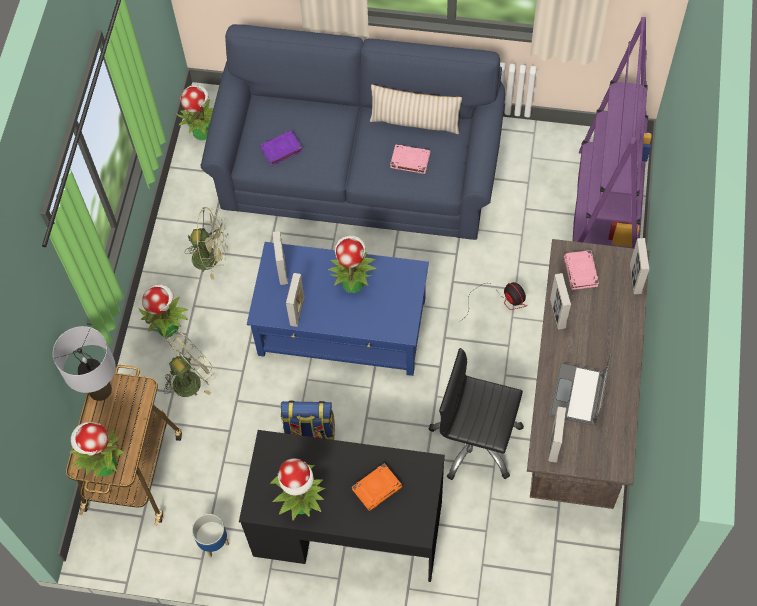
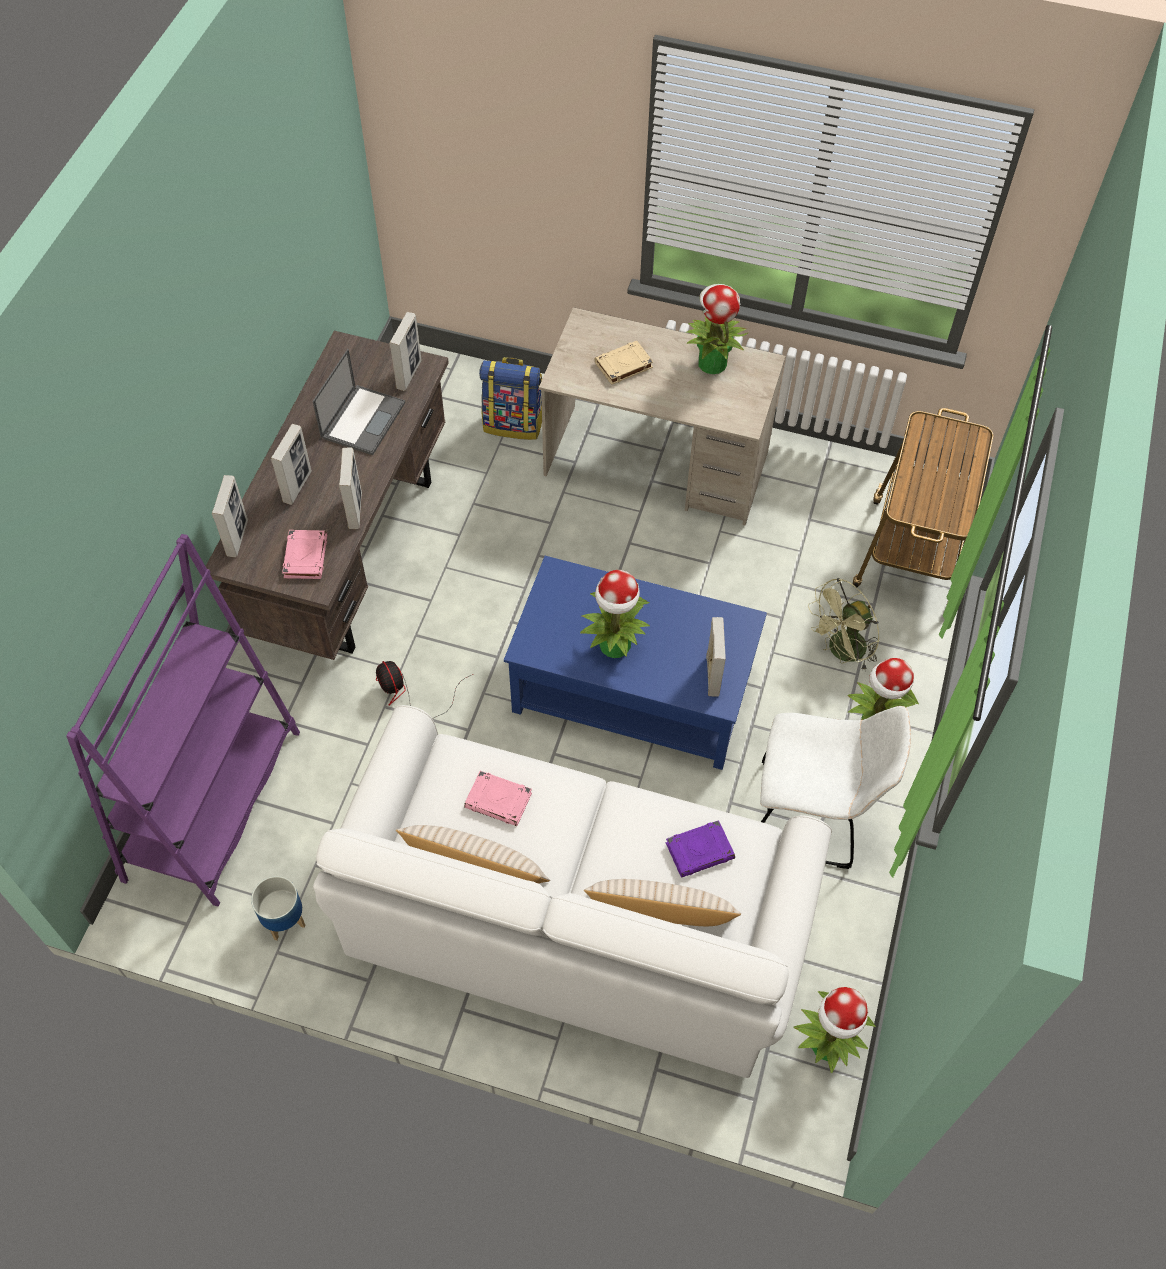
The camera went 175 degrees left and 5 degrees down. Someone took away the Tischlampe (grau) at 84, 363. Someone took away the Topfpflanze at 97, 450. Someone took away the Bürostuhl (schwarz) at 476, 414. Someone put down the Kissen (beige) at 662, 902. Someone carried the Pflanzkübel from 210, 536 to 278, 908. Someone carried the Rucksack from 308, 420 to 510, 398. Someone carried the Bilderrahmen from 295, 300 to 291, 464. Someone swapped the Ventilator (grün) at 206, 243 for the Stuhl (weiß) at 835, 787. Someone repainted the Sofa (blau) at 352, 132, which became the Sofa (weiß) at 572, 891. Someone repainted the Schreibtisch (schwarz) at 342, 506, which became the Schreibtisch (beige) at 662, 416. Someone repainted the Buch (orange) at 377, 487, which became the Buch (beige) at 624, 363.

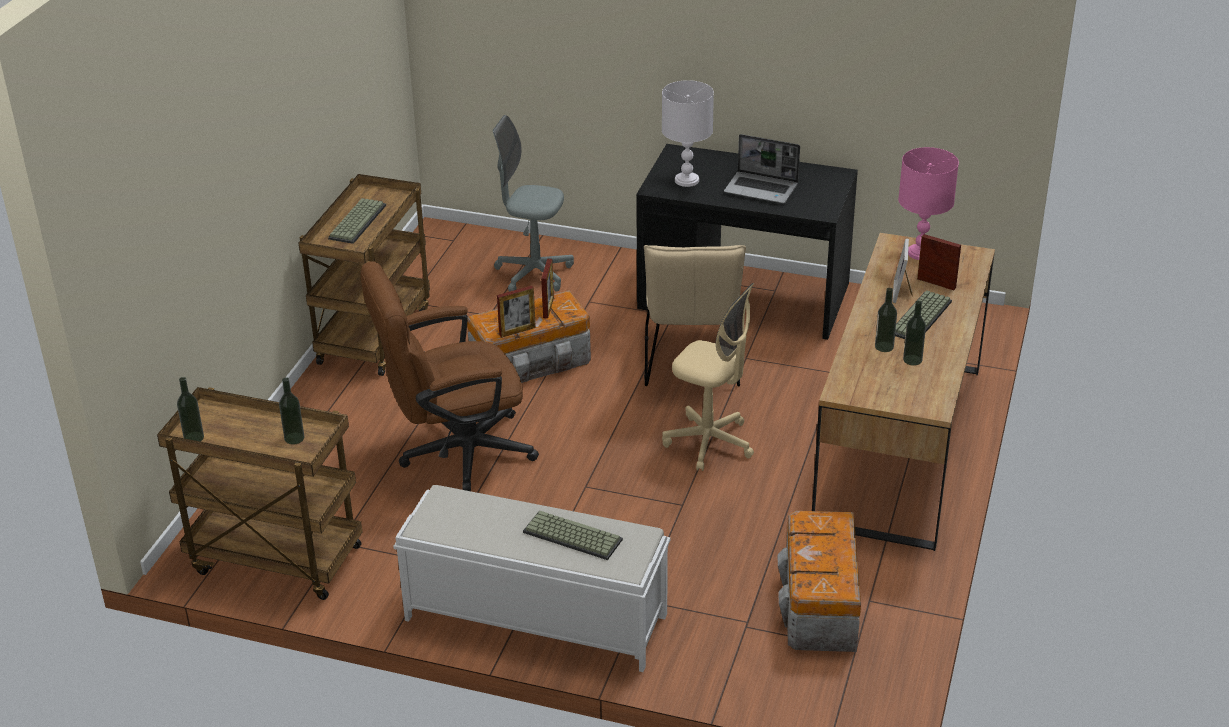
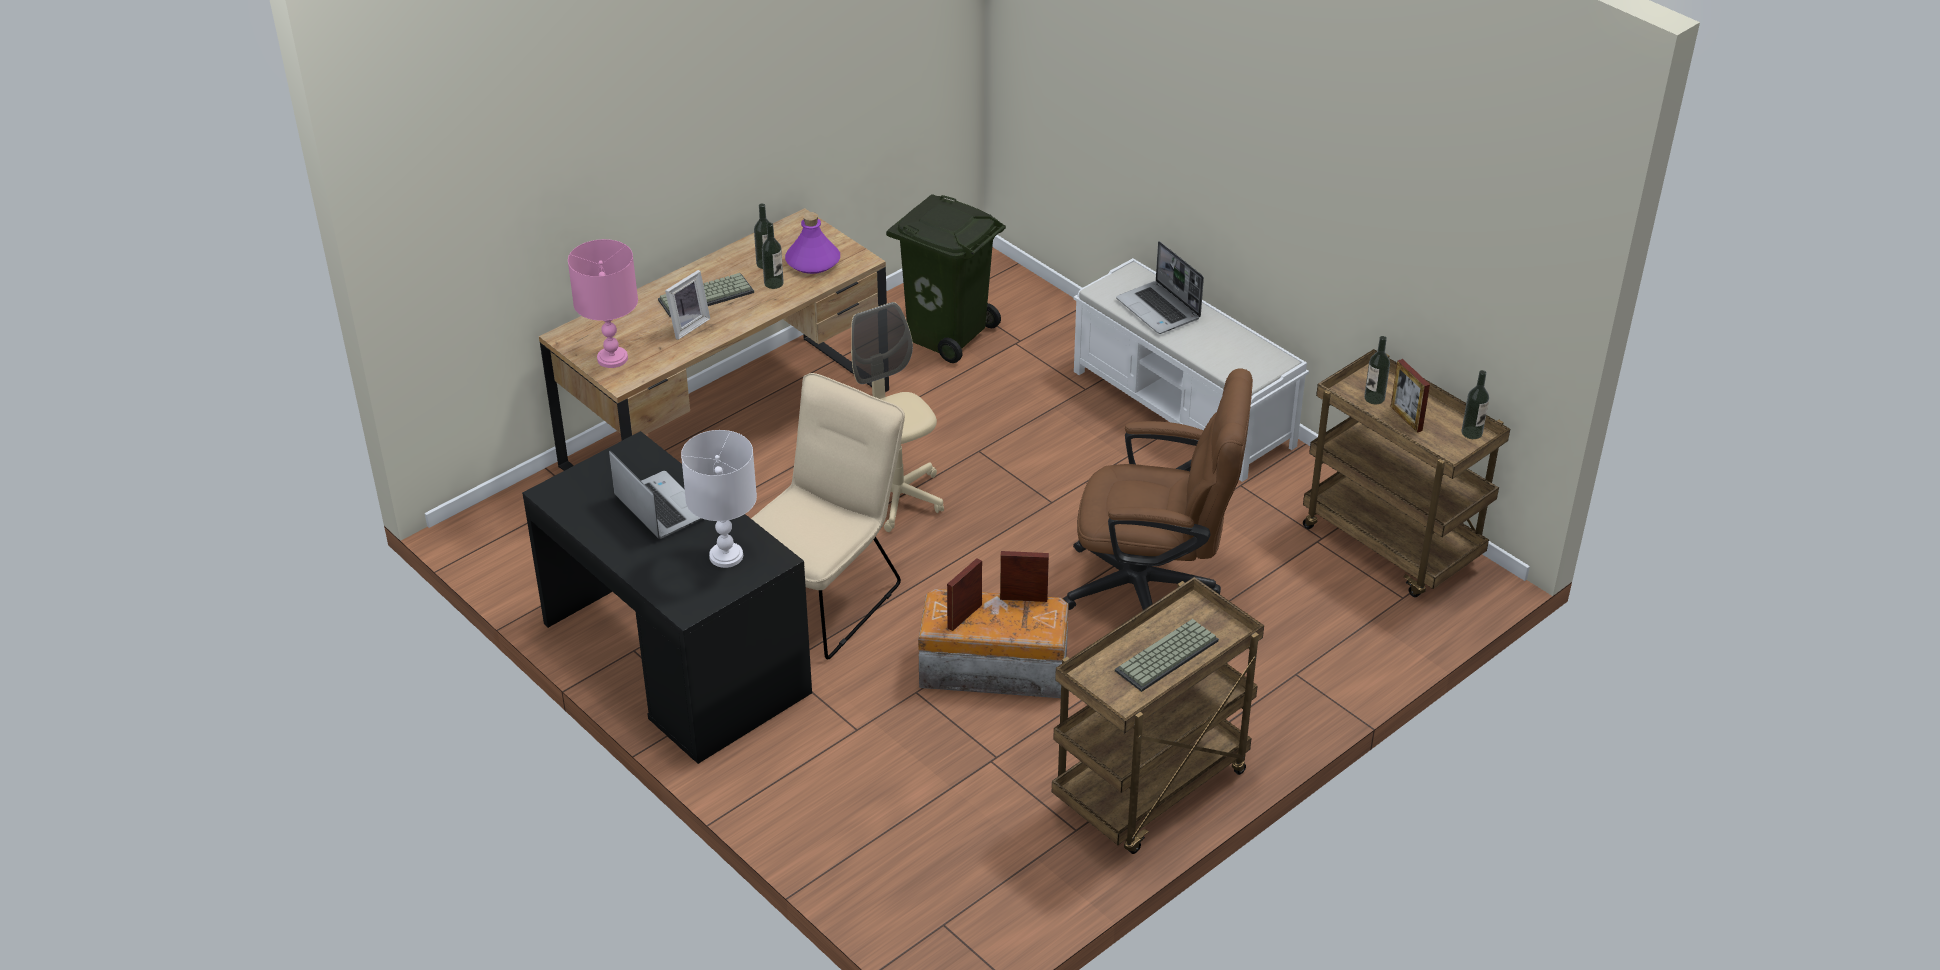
The camera went 150 degrees left and 5 degrees up. Someone took away the Bürostuhl (grau) at 533, 203. Someone put down the Flasche (lila) at 812, 243. Someone carried the Bilderrahmen from 939, 262 to 1410, 396. Someone swapped the Tastatur at 573, 535 for the Laptop at 1160, 287. Someone swapped the Aufbewahrungsbox at 819, 581 for the Mülleimer (grün) at 946, 278.

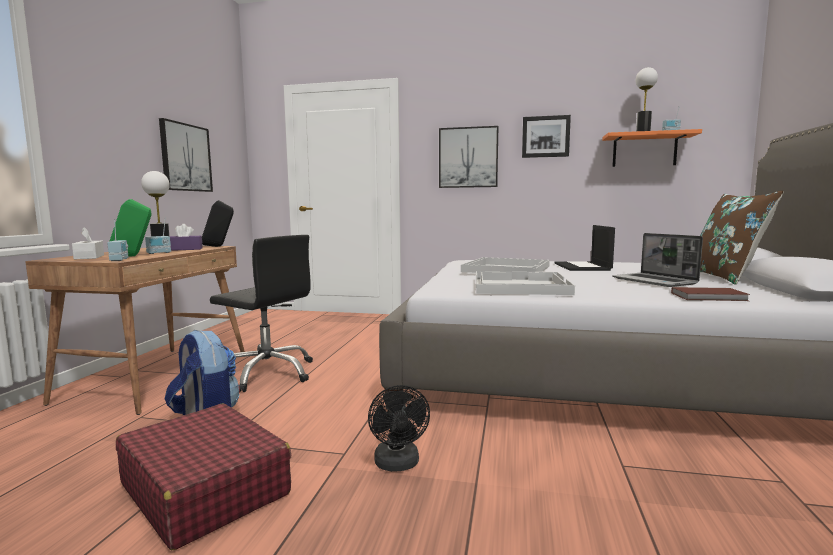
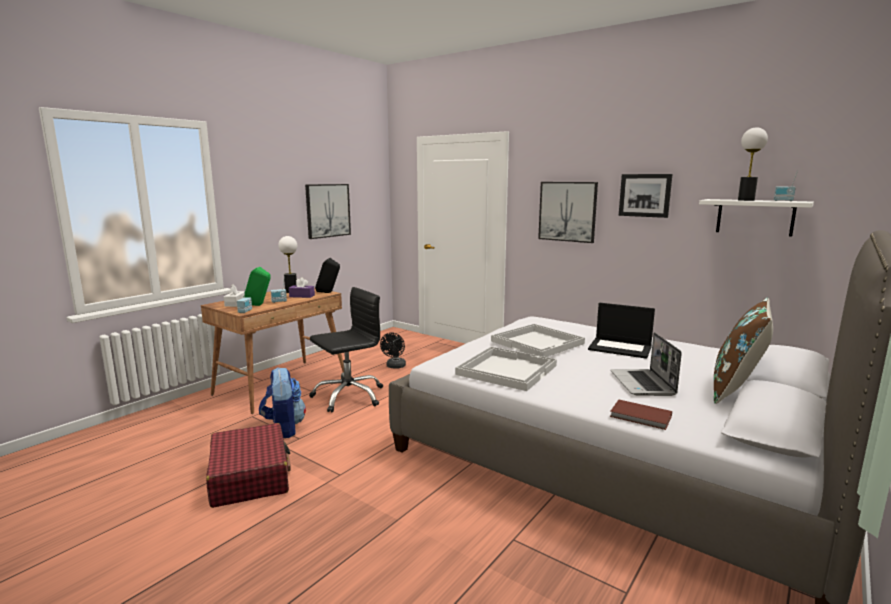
The camera went 25 degrees right and 5 degrees up. Someone carried the Ventilator (schwarz) from 399, 428 to 393, 351. Someone repainted the Wandregal (orange) at 652, 148, which became the Wandregal (weiß) at 756, 218. Someone rotated the Bürostuhl (schwarz) at 261, 313 by 90 degrees counterclockwise. Someone rotated the Laptop at 584, 248 by 90 degrees counterclockwise.

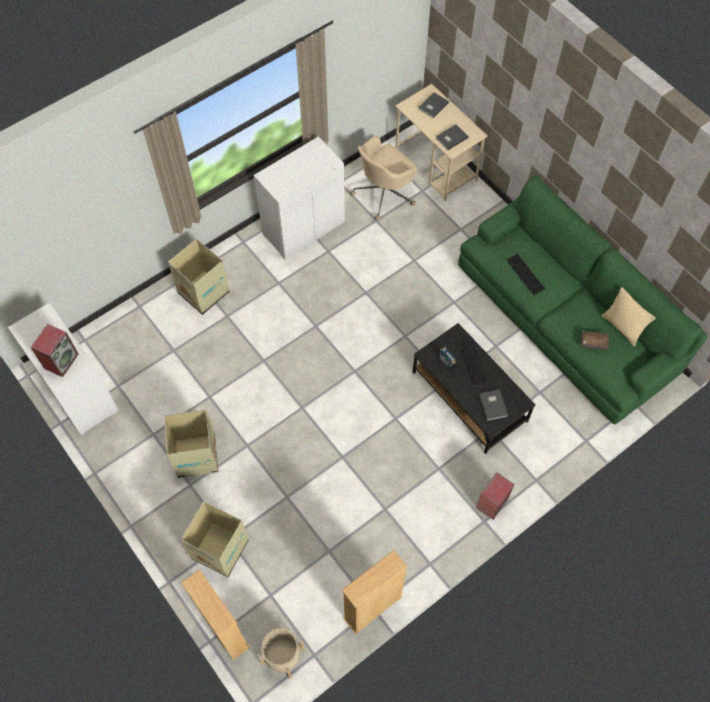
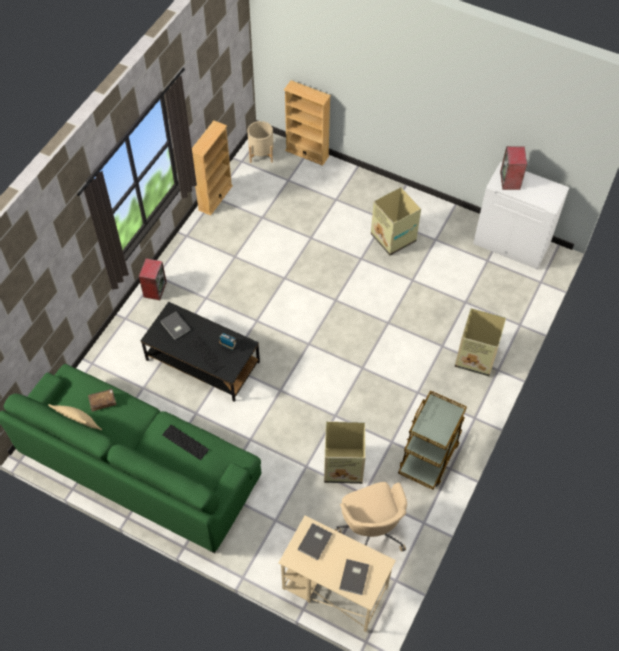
The camera went 155 degrees right and 5 degrees down. Someone carried the Karton from 215, 539 to 344, 452. Someone swapped the Schrank (weiß) at 299, 198 for the Rollwagen (braun) at 432, 440. Someone rotated the Bürostuhl (beige) at 383, 178 by 135 degrees clockwise.

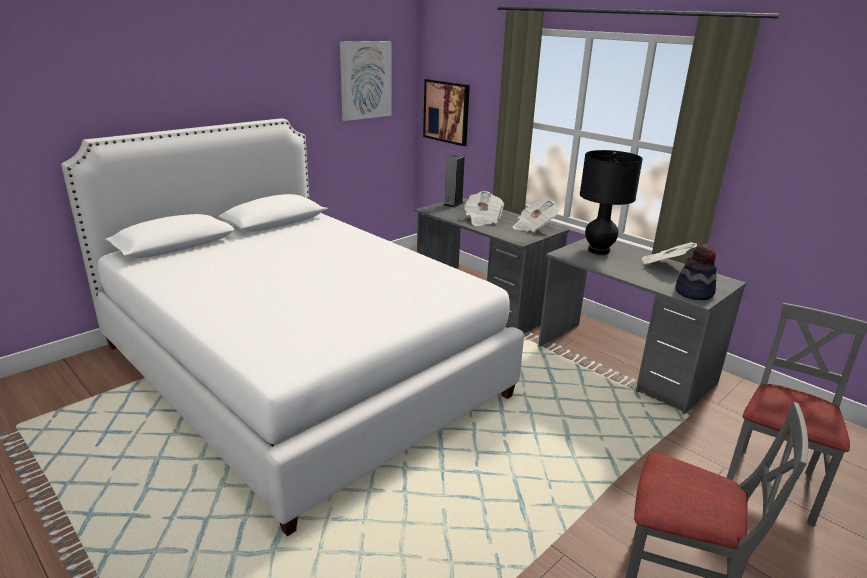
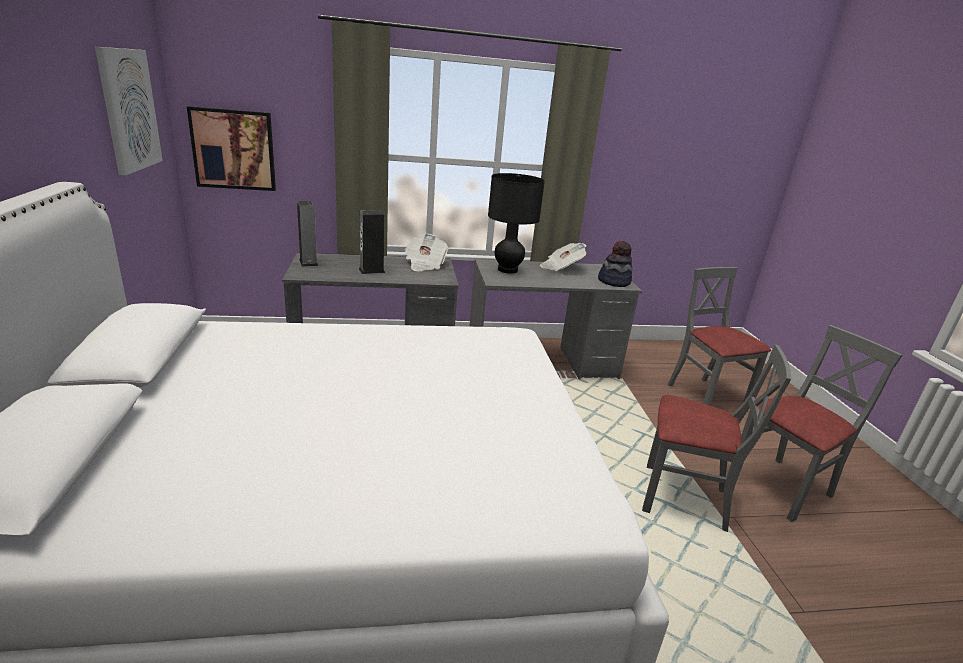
The camera went 55 degrees left and 0 degrees up. Someone put down the Stuhl (grau) at 716, 438. Someone swapped the Zeitung at 484, 208 for the Lautsprecher at 372, 242.

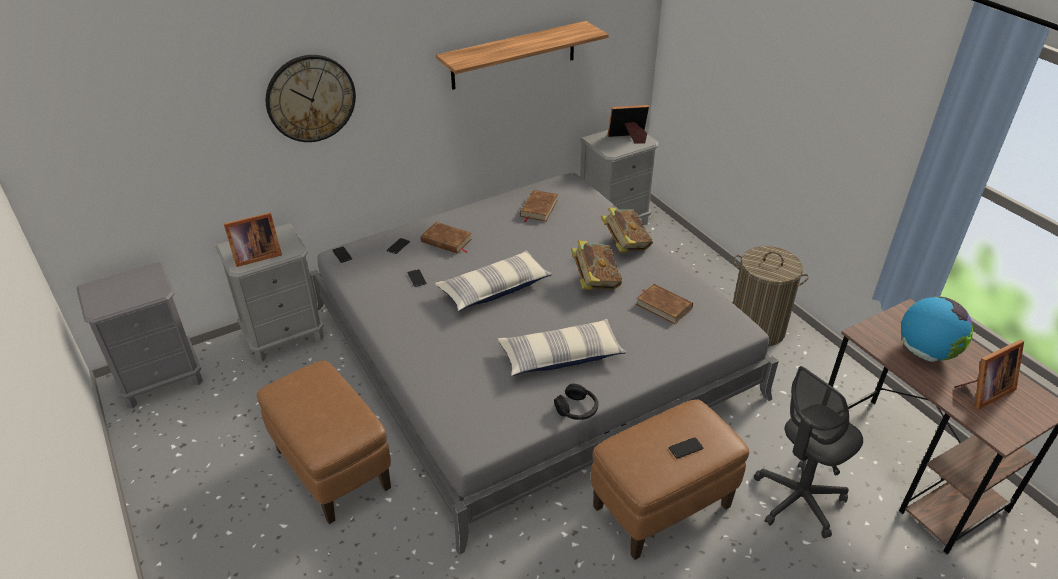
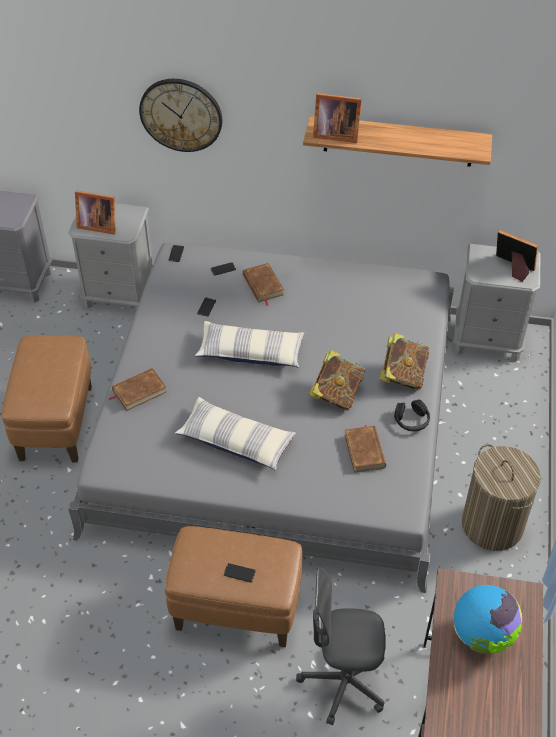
The camera went 40 degrees right and 10 degrees up. Someone carried the Buch (braun) from 539, 206 to 137, 389. Someone carried the Kopfhörer (schwarz) from 576, 402 to 412, 415. Someone carried the Bilderrahmen from 989, 374 to 337, 118.

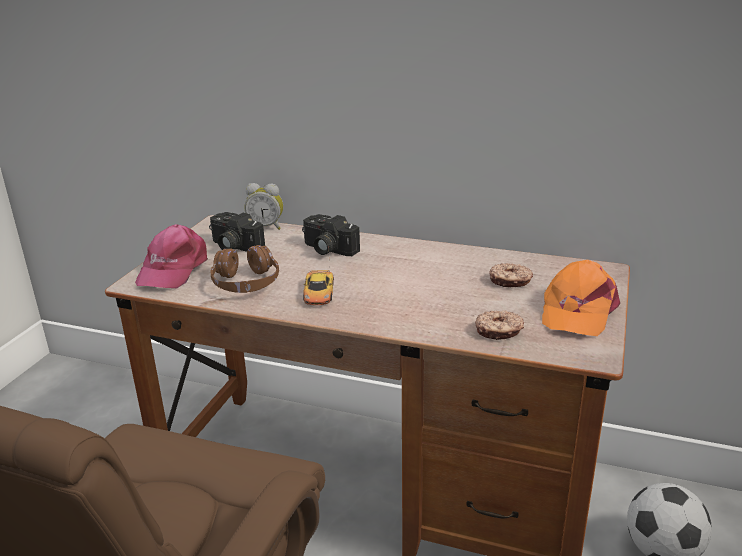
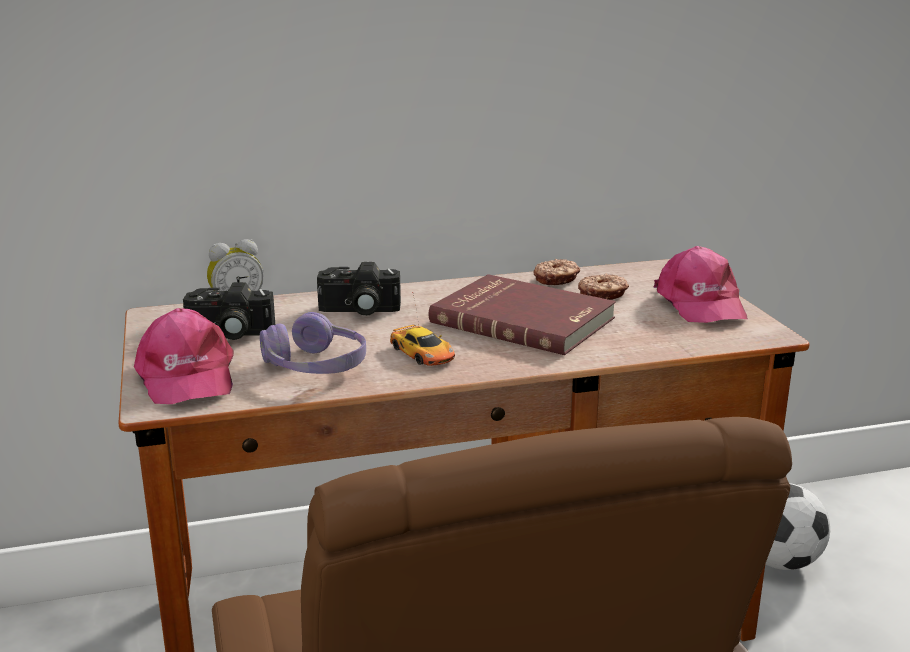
The camera went 35 degrees left and 5 degrees down. Someone put down the Buch (rot) at 522, 314. Someone carried the Donut from 499, 325 to 556, 272. Someone repainted the Kopfhörer (braun) at 244, 269, which became the Kopfhörer (lila) at 313, 343. Someone repainted the Kappe (orange) at 581, 298, which became the Kappe (rosa) at 700, 284.

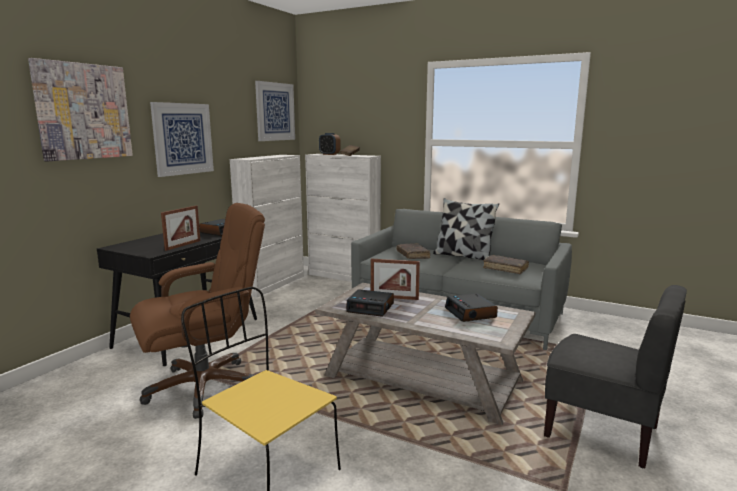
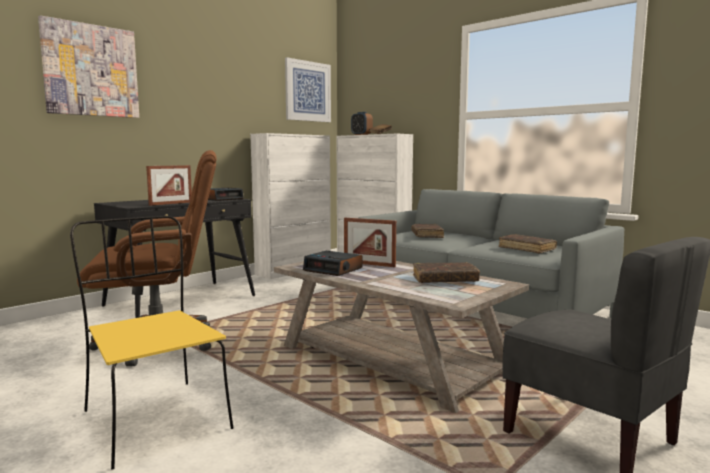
The camera went 15 degrees right and 5 degrees down. Someone took away the Bild at 182, 139. Someone took away the Kissen at 466, 229. Someone swapped the Wecker at 471, 307 for the Buch (braun) at 446, 272.

